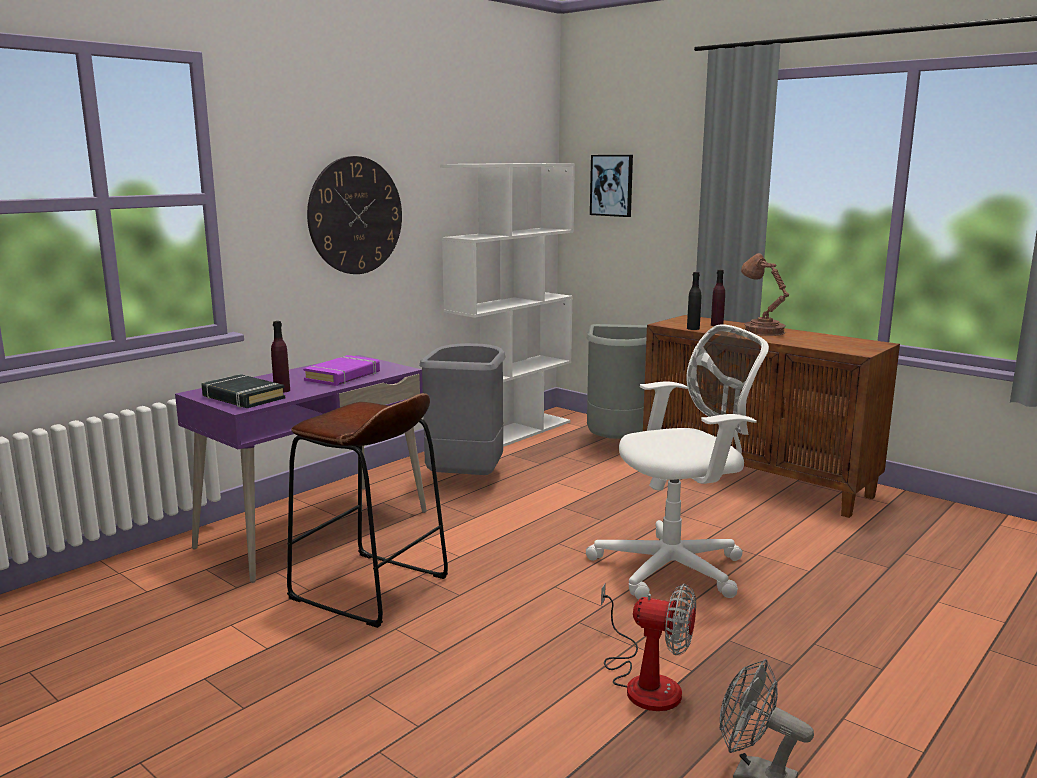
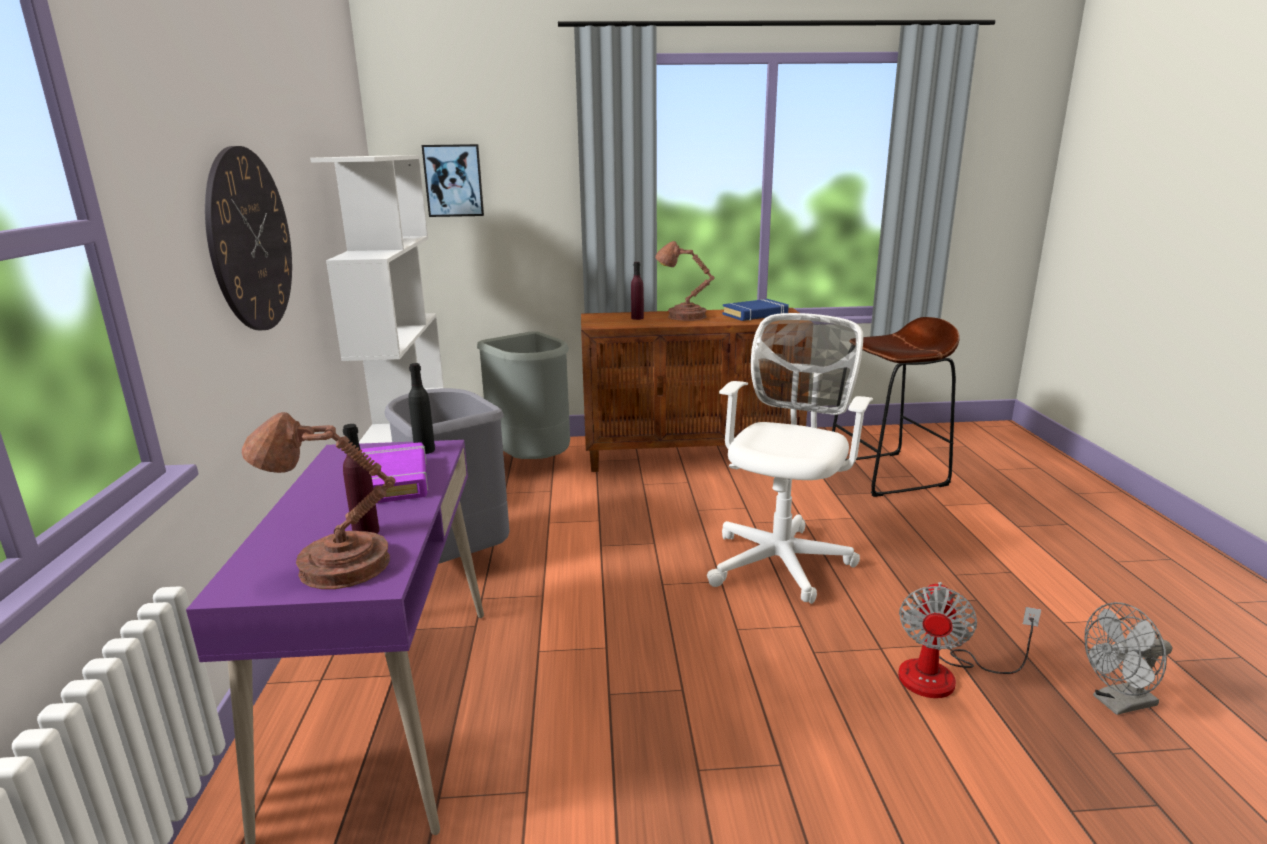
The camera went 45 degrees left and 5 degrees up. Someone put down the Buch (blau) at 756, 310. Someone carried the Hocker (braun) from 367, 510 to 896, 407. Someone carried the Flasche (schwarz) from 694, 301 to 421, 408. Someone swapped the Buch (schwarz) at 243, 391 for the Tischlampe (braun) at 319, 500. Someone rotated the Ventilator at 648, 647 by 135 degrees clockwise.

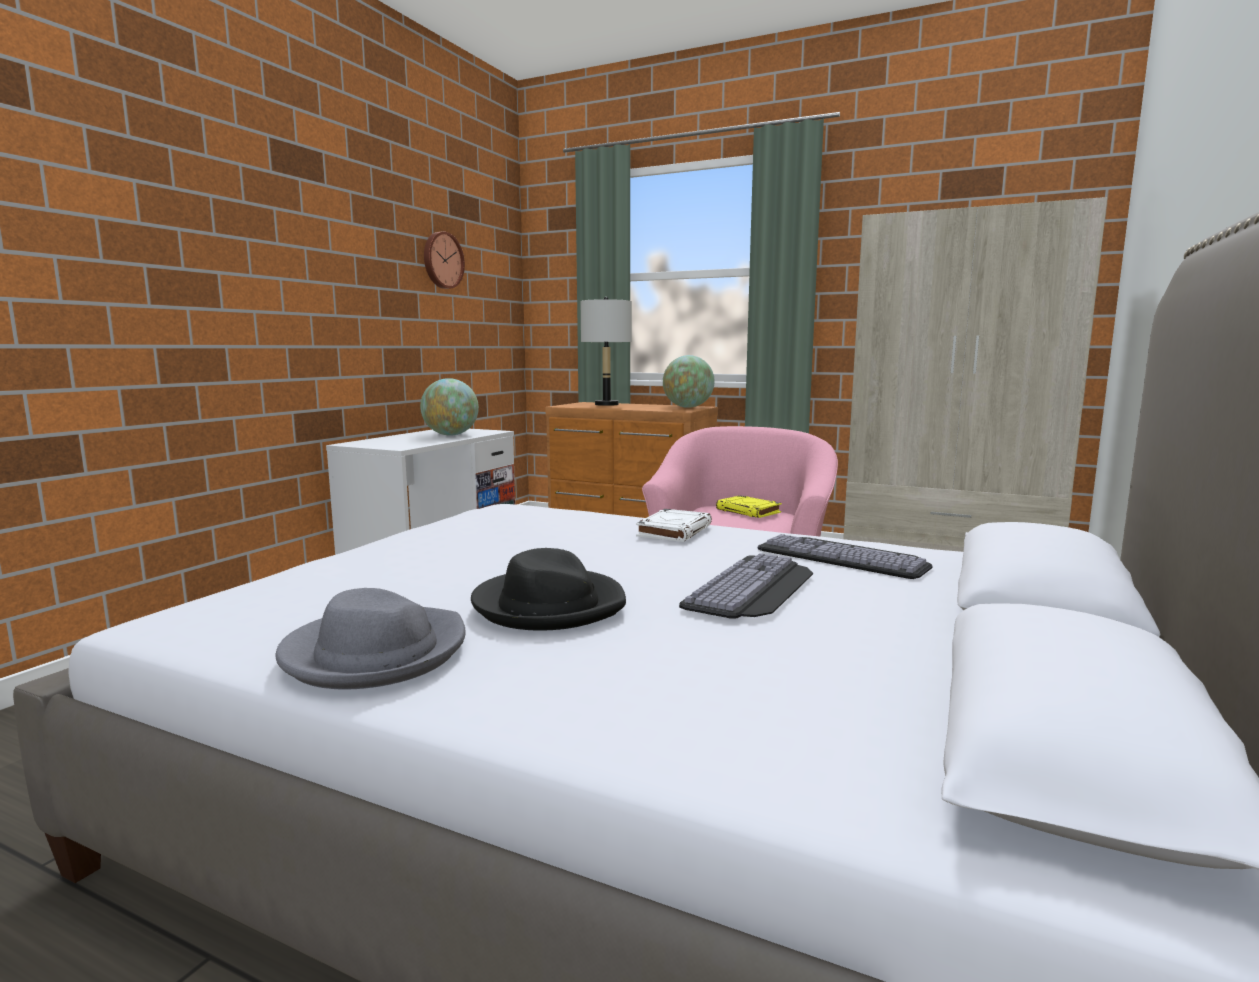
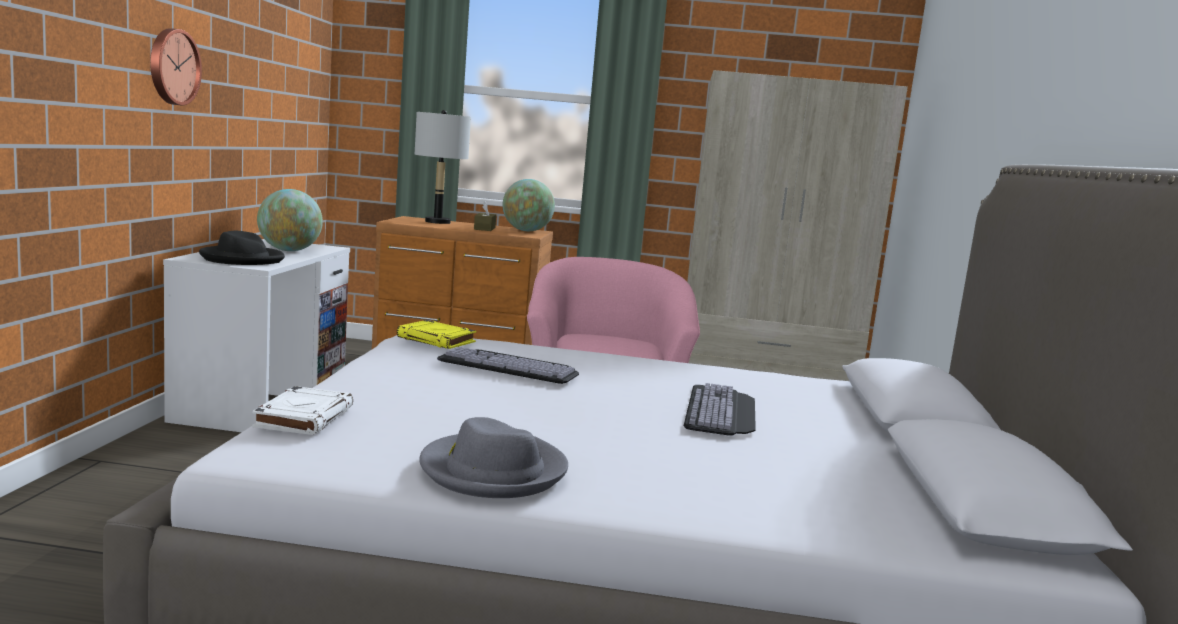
The camera went 20 degrees left and 0 degrees up. Someone put down the Taschentuchbox (braun) at 485, 216. Someone carried the Wanduhr from 444, 260 to 176, 66. Someone carried the Hut (schwarz) from 548, 589 to 242, 248. Someone carried the Buch (weiß) from 674, 525 to 302, 410. Someone carried the Buch (gelb) from 749, 506 to 436, 334. Someone carried the Tastatur from 845, 556 to 508, 365.

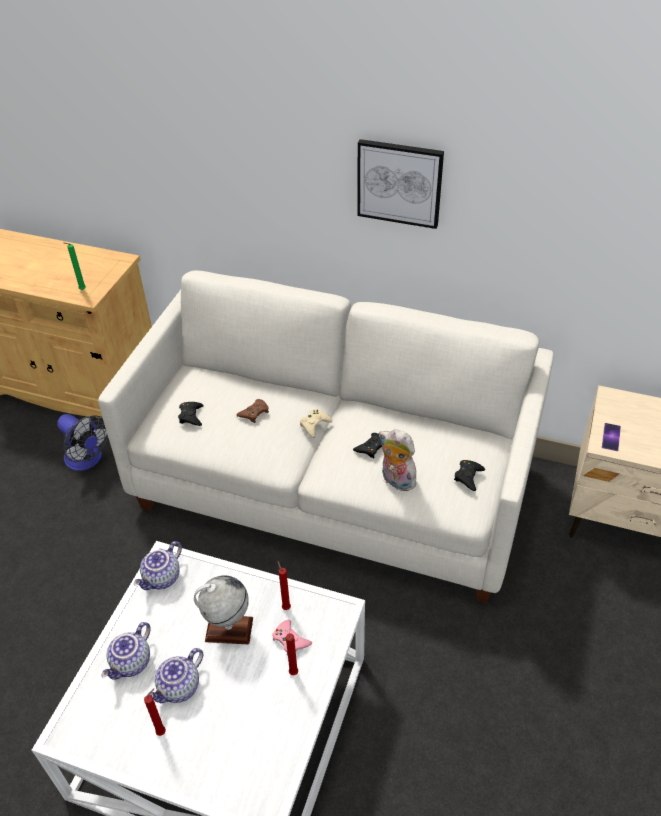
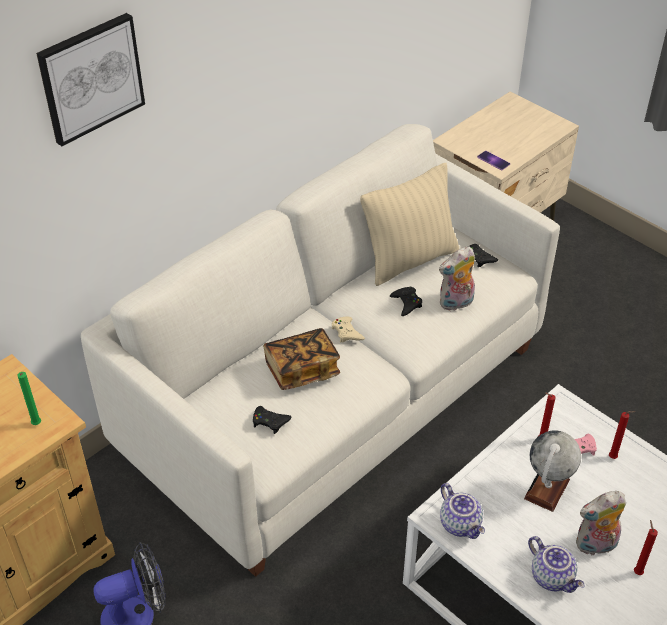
The camera went 65 degrees left and 0 degrees up. Someone put down the Kissen (beige) at 410, 224. Someone carried the Bild from 400, 184 to 90, 80. Someone swapped the Teekanne at 175, 675 for the Plüschtier at 601, 523. Someone swapped the Gamepad (braun) at 252, 411 for the Buch at 301, 359.

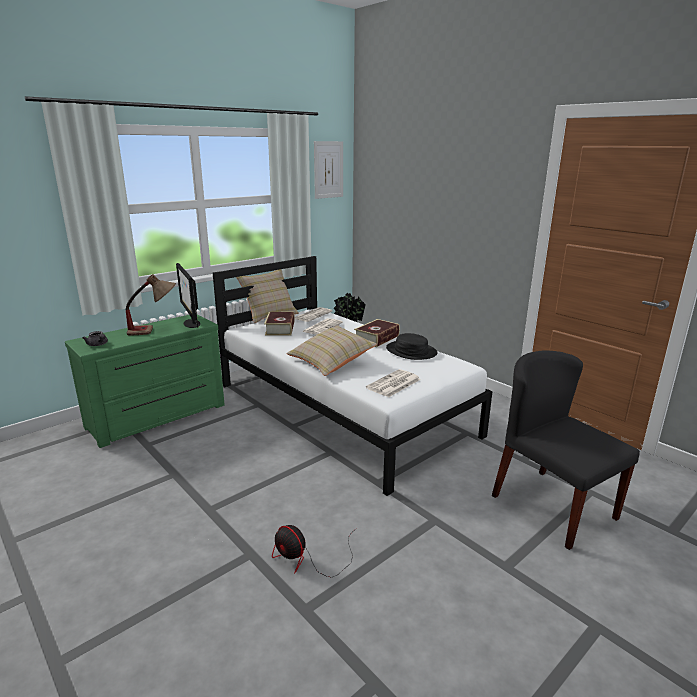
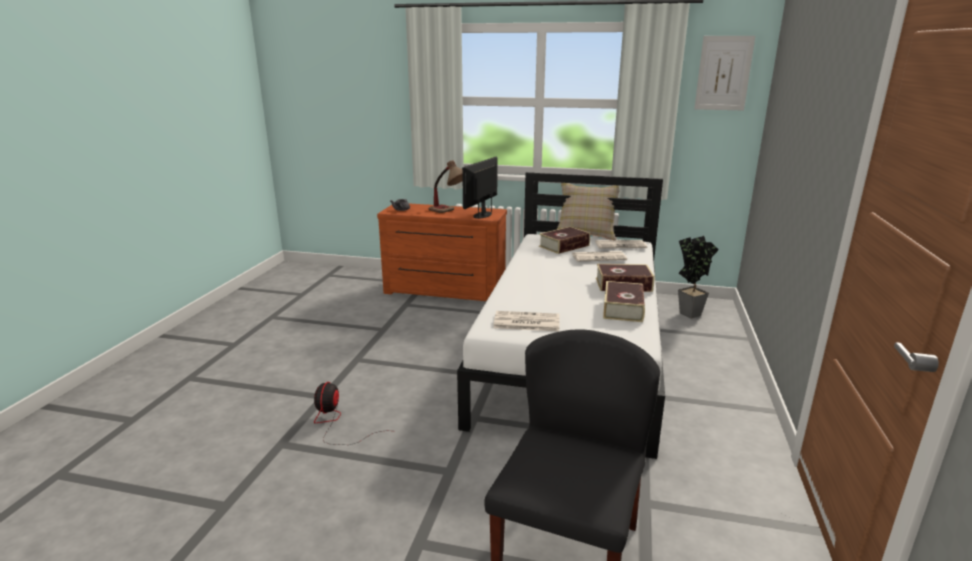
The camera went 55 degrees right and 0 degrees up. Someone took away the Kissen (beige) at 331, 350. Someone swapped the Hut (schwarz) at 412, 346 for the Buch at 624, 301. Someone repainted the Kommode (grün) at 145, 381, which became the Kommode (braun) at 442, 252.

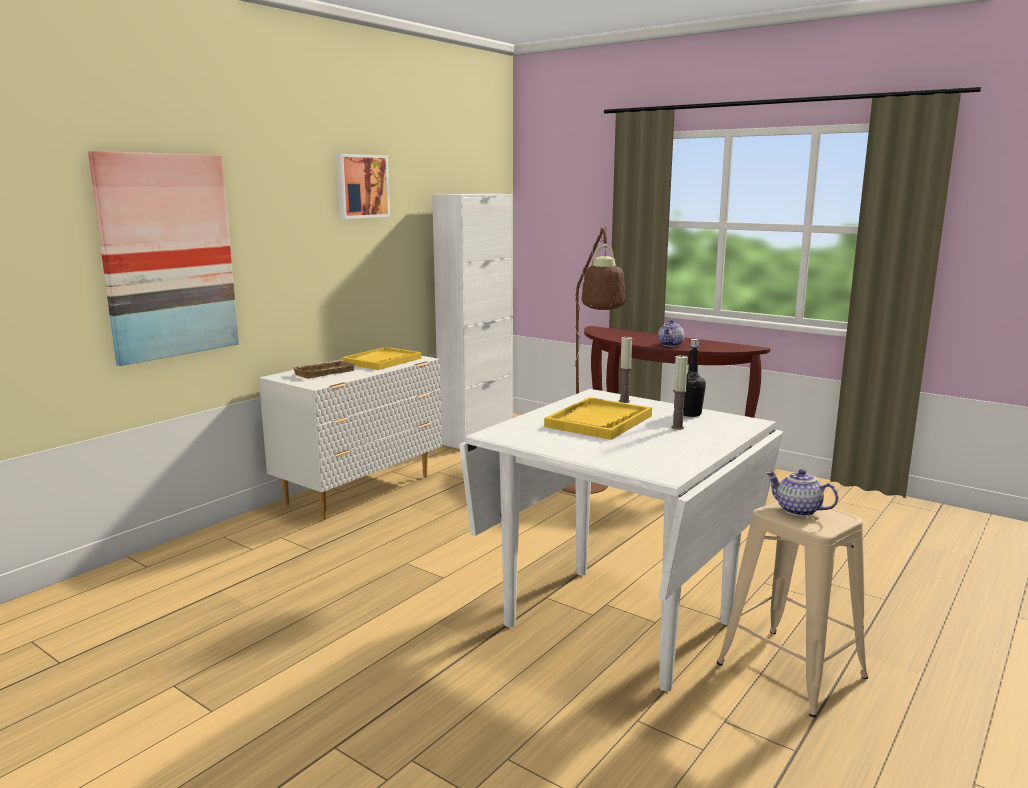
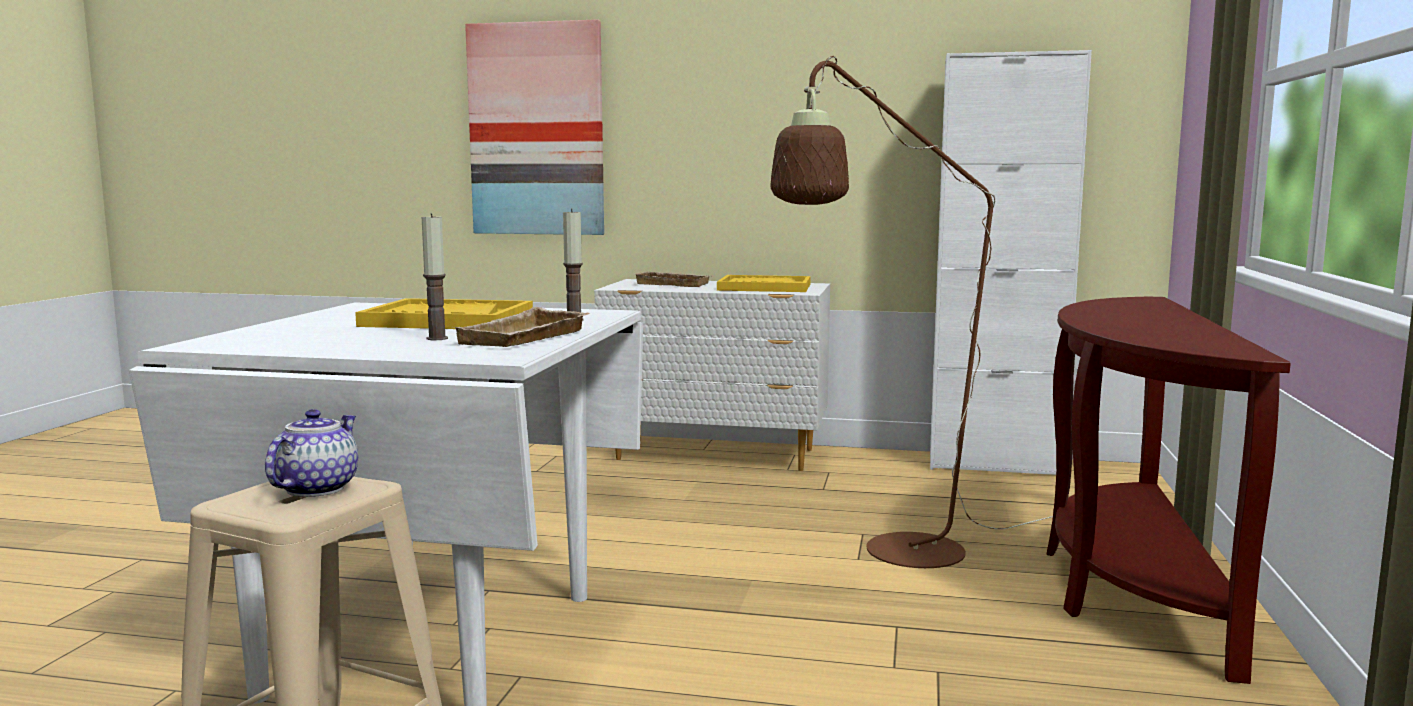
The camera went 65 degrees right and 5 degrees down. Someone took away the Bild at 363, 186. Someone took away the Teekanne at 671, 333. Someone swapped the Flasche (schwarz) at 694, 378 for the Tablett (beige) at 522, 327.

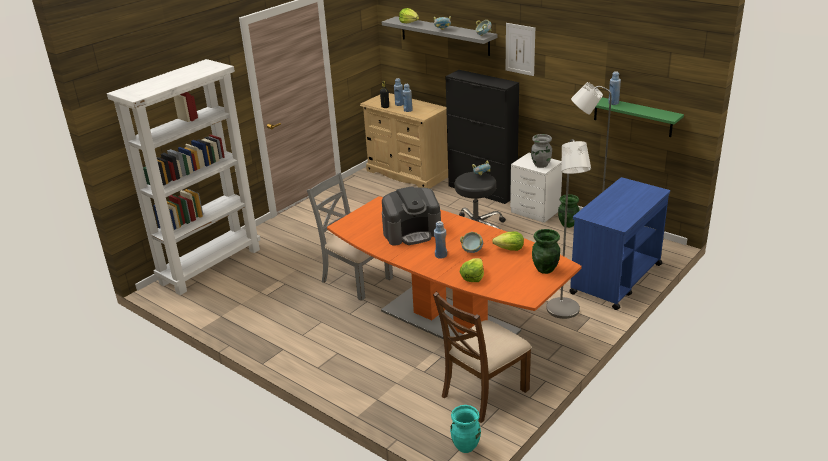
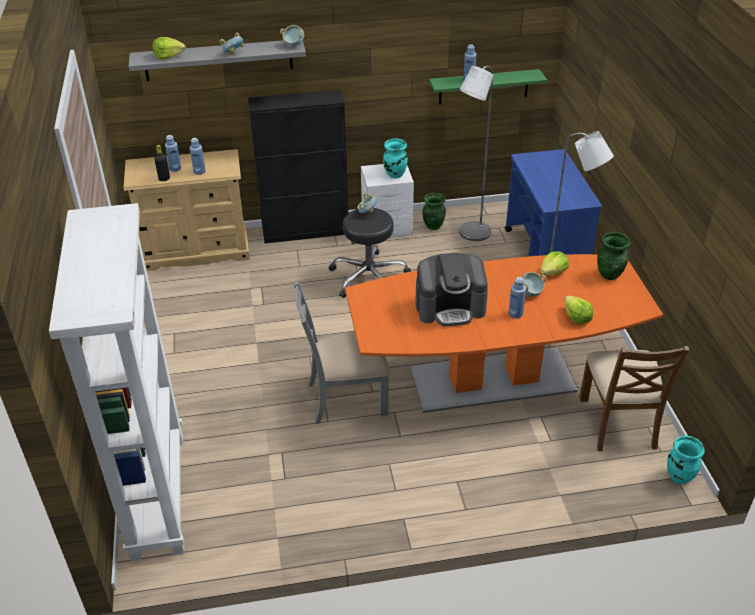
The camera went 50 degrees left and 10 degrees up. Someone took away the Bild at 520, 49. Someone repainted the Vase (grau) at 541, 151, which became the Vase (türkis) at 395, 158. Someone rotated the Kaffeemaschine at 411, 216 by 60 degrees clockwise.

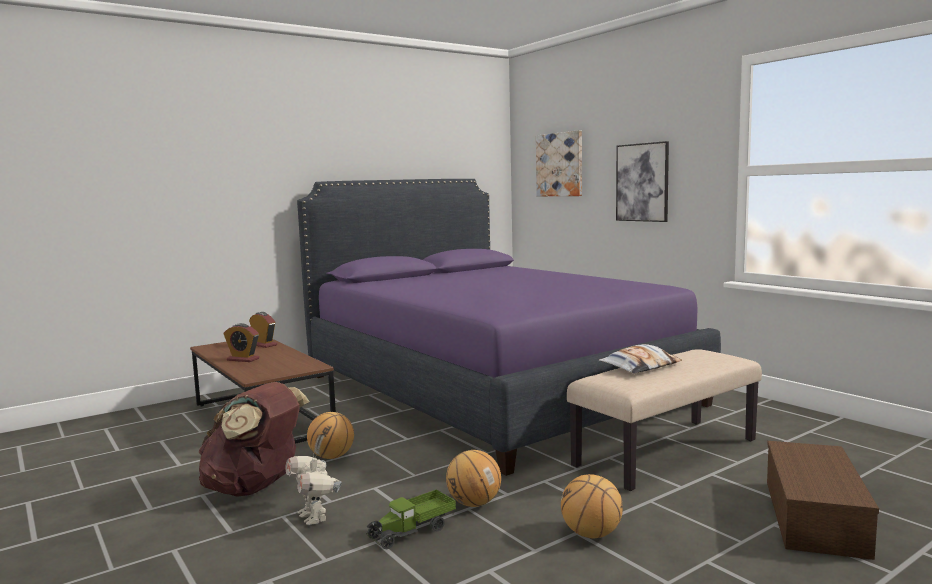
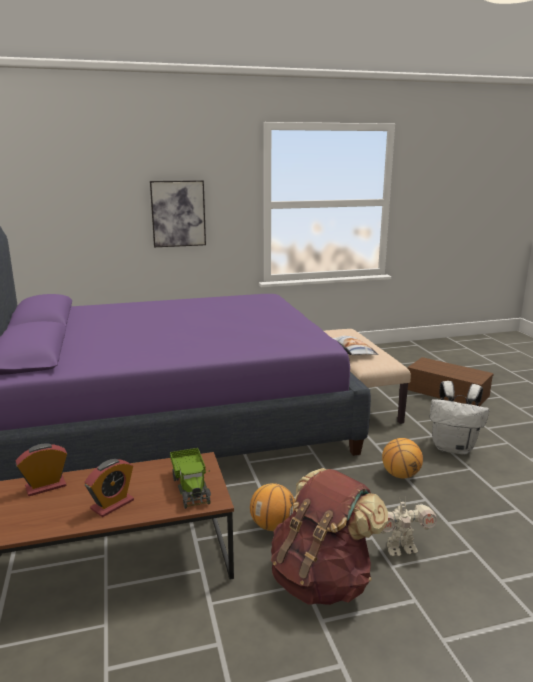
The camera went 70 degrees left and 10 degrees up. Someone took away the Bild at 559, 163. Someone carried the Spielzeuglaster from 411, 519 to 190, 478. Someone swapped the Basketball at 592, 506 for the Rucksack (weiß) at 459, 418.

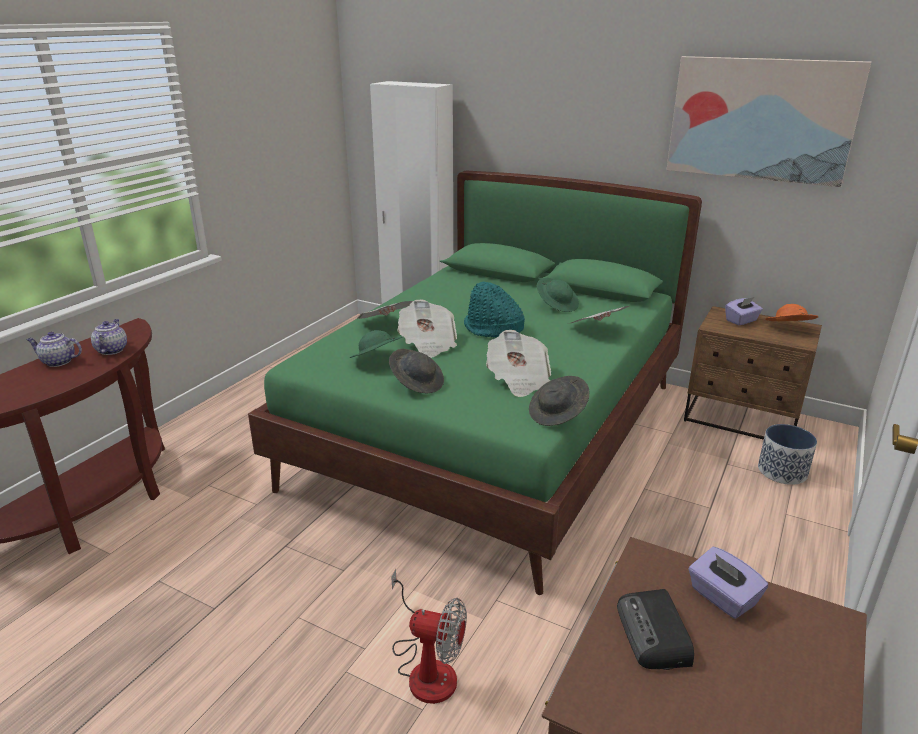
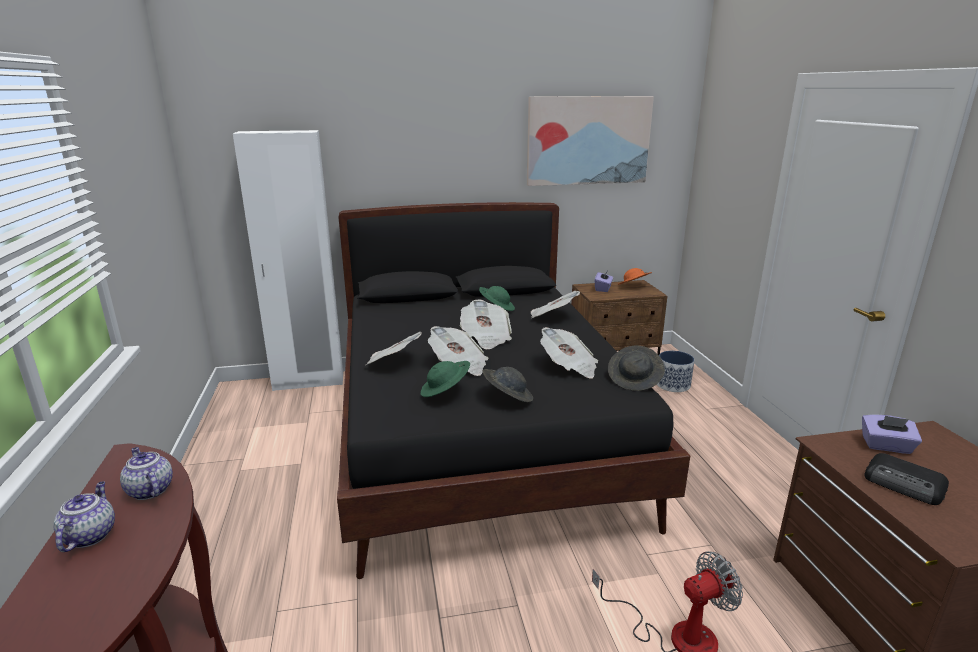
The camera went 40 degrees left and 5 degrees down. Someone swapped the Hut (türkis) at 494, 310 for the Zeitung at 486, 324. Someone repainted the Bett (grün) at 475, 383, which became the Bett (schwarz) at 513, 390. Someone rotated the Teekanne at 54, 349 by 120 degrees clockwise.

